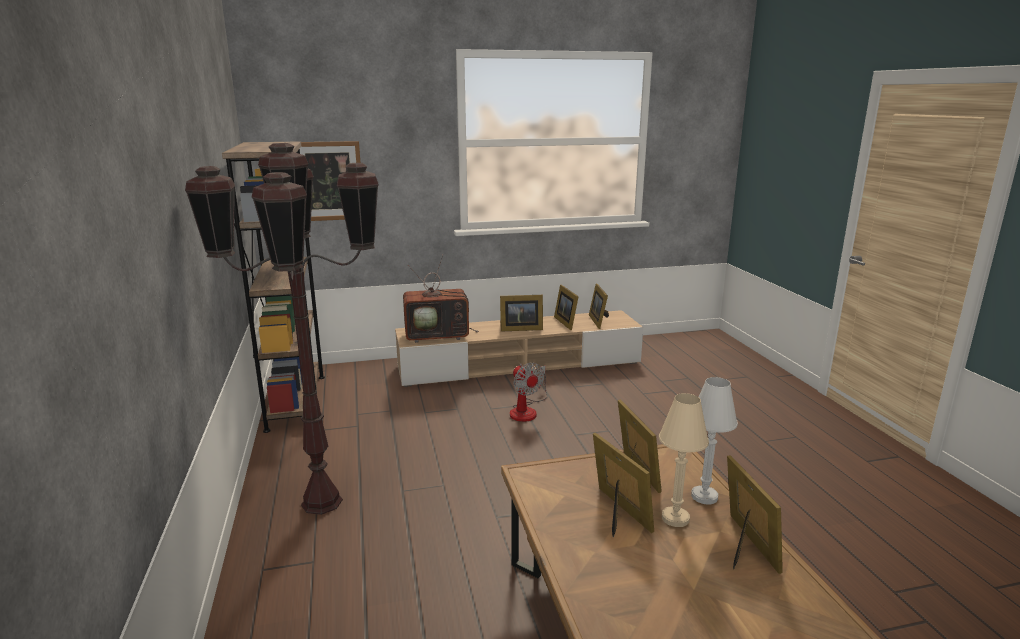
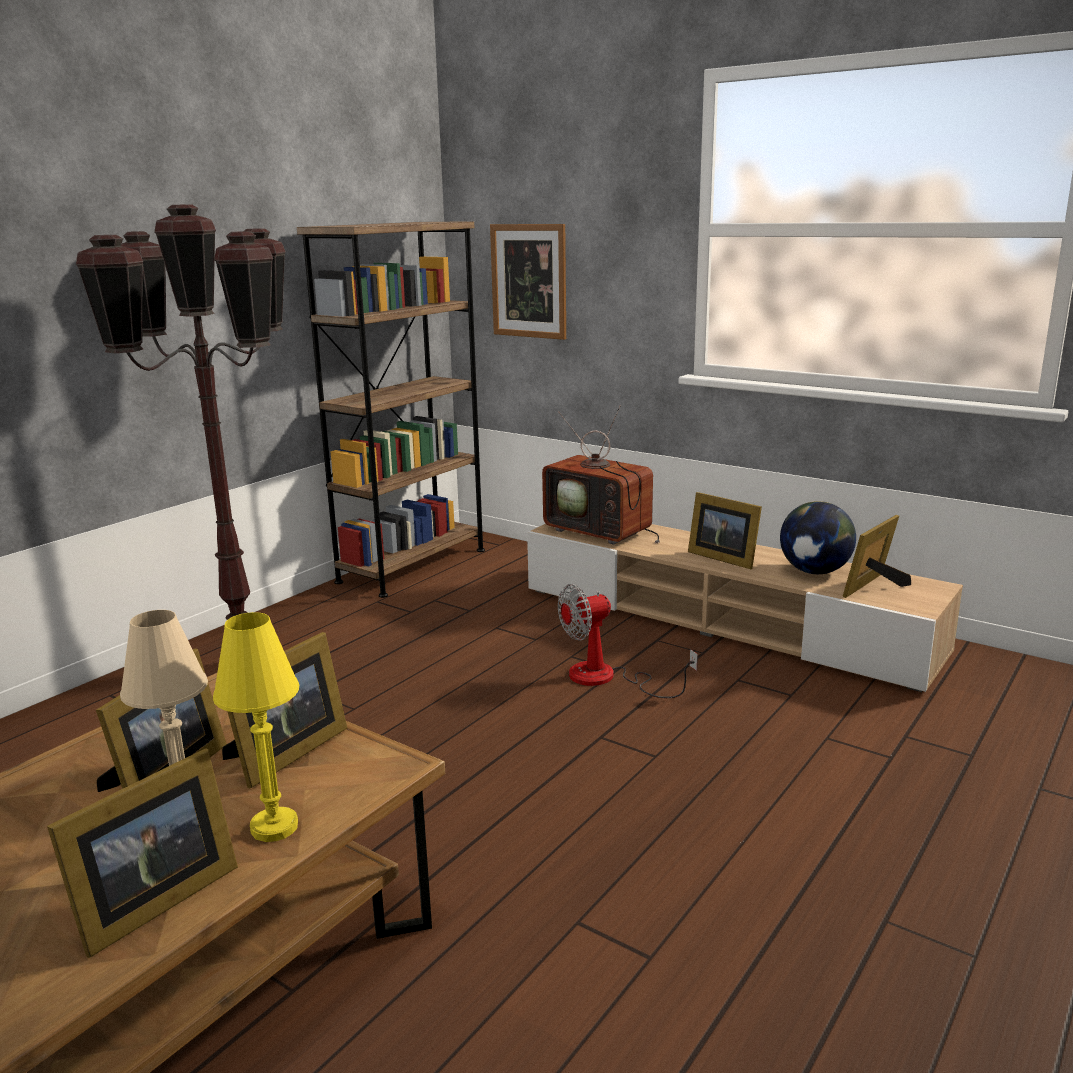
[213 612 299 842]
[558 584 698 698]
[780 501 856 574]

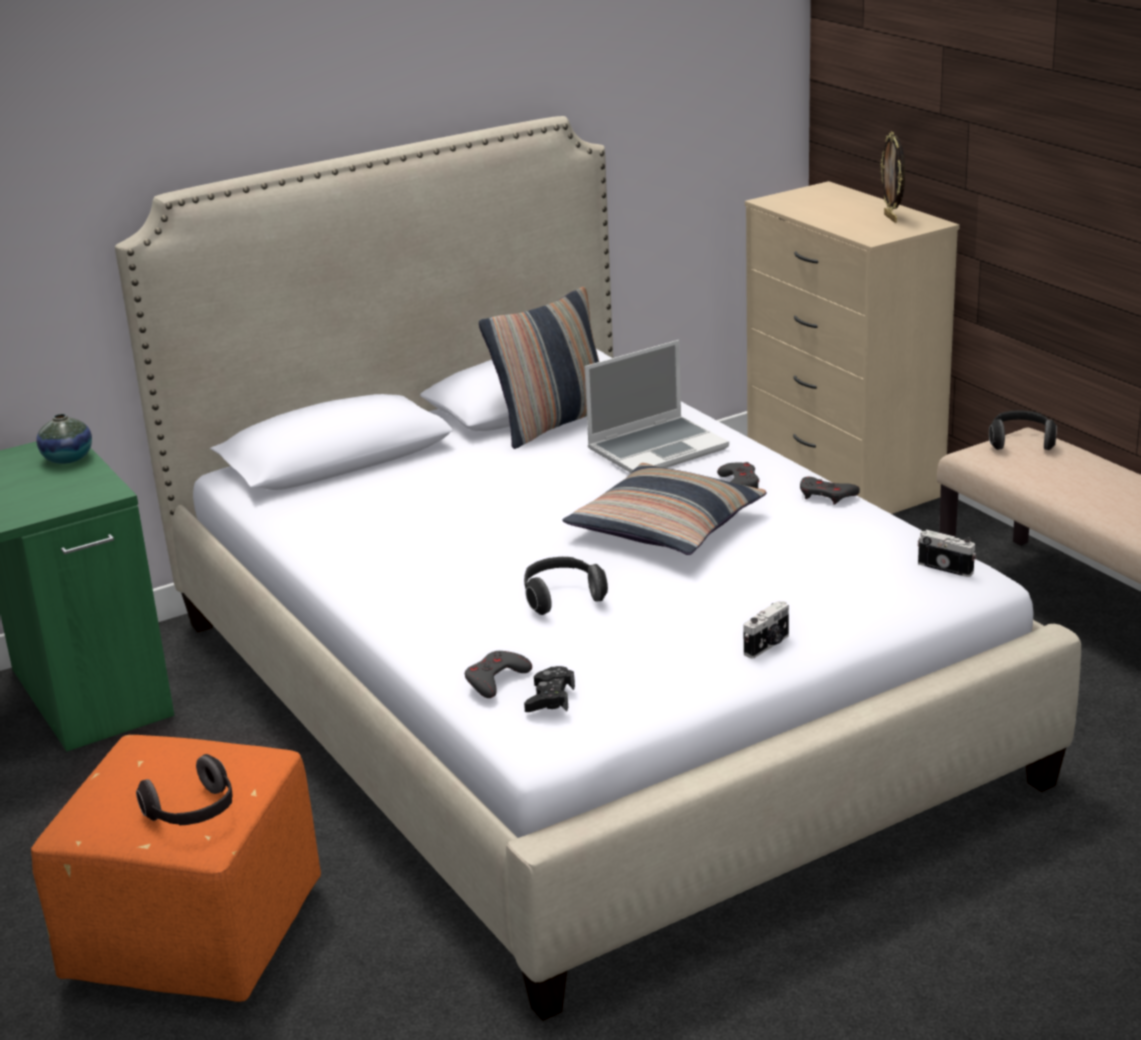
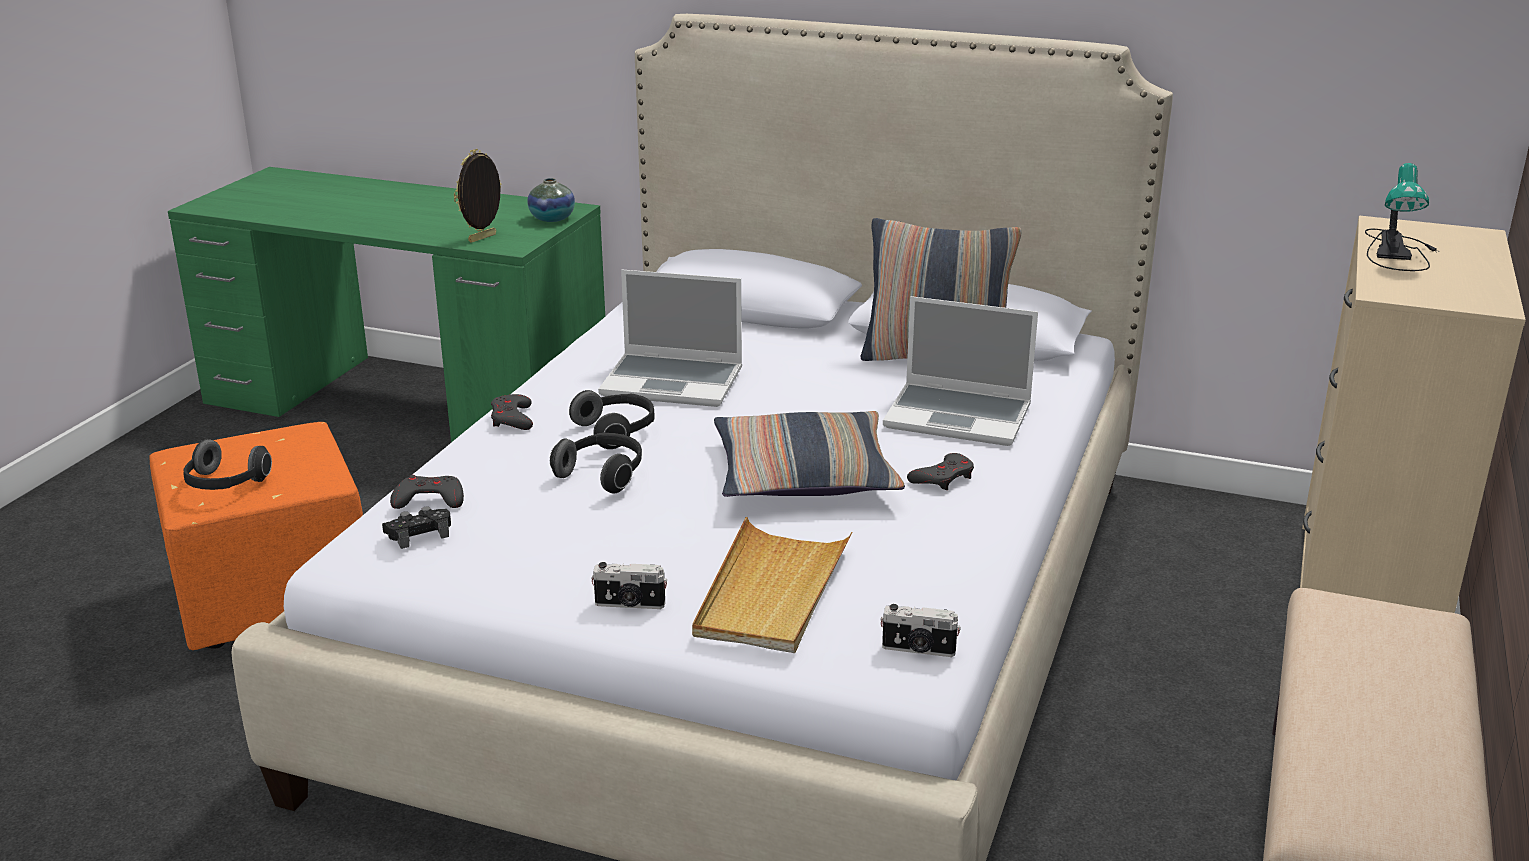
[454 149 501 243]
[491 394 533 430]
[569 390 655 449]
[598 269 742 407]
[692 517 853 653]
[880 604 961 657]
[1365 163 1439 271]

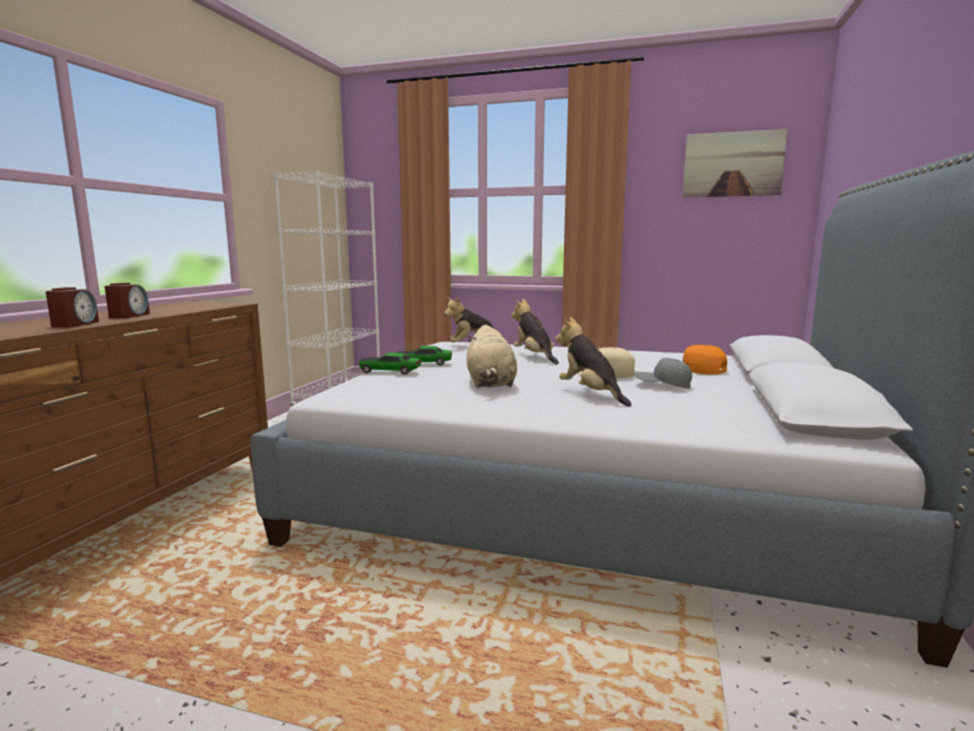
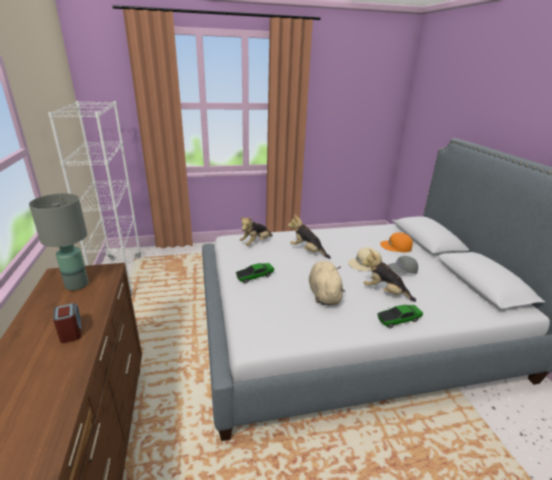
[29 193 89 291]
[309 261 345 306]
[378 305 423 328]
[46 287 99 328] (first image)
[683 129 788 197] (first image)

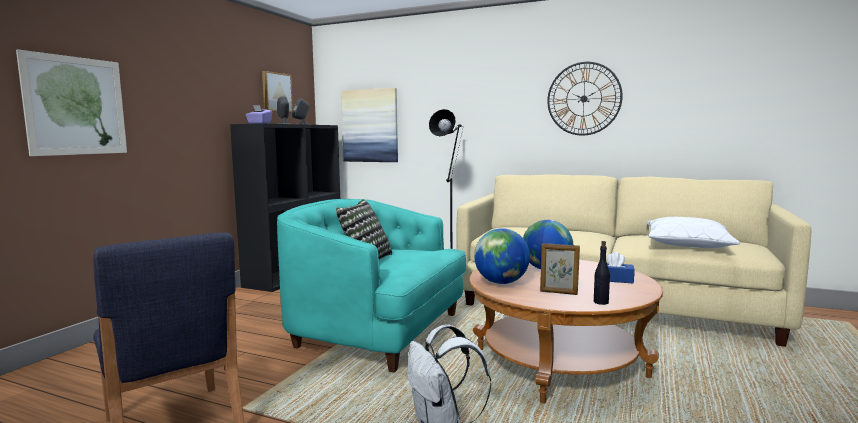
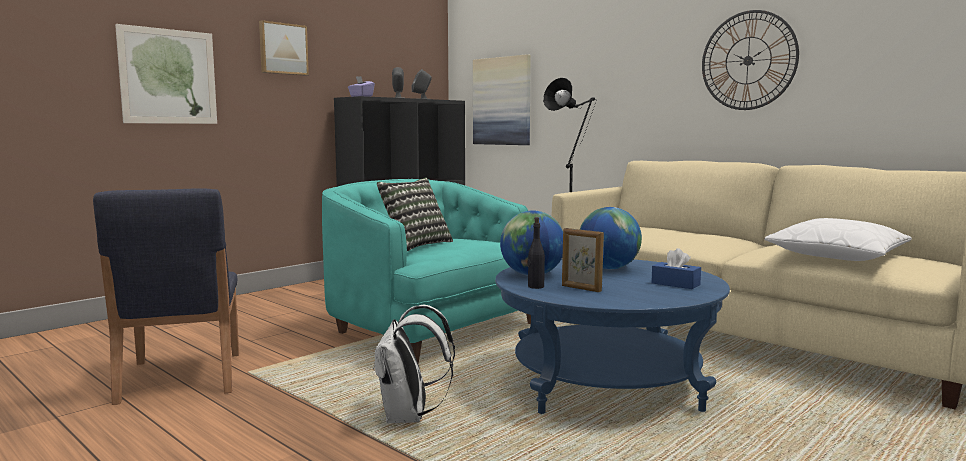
[259 20 309 75]
[495 258 730 414]
[528 217 545 289]

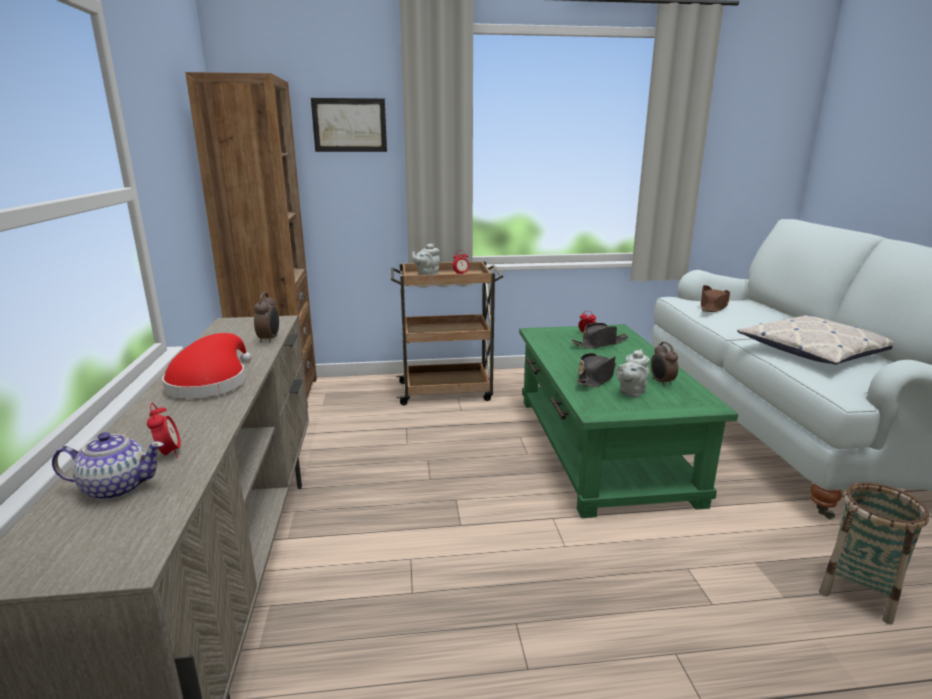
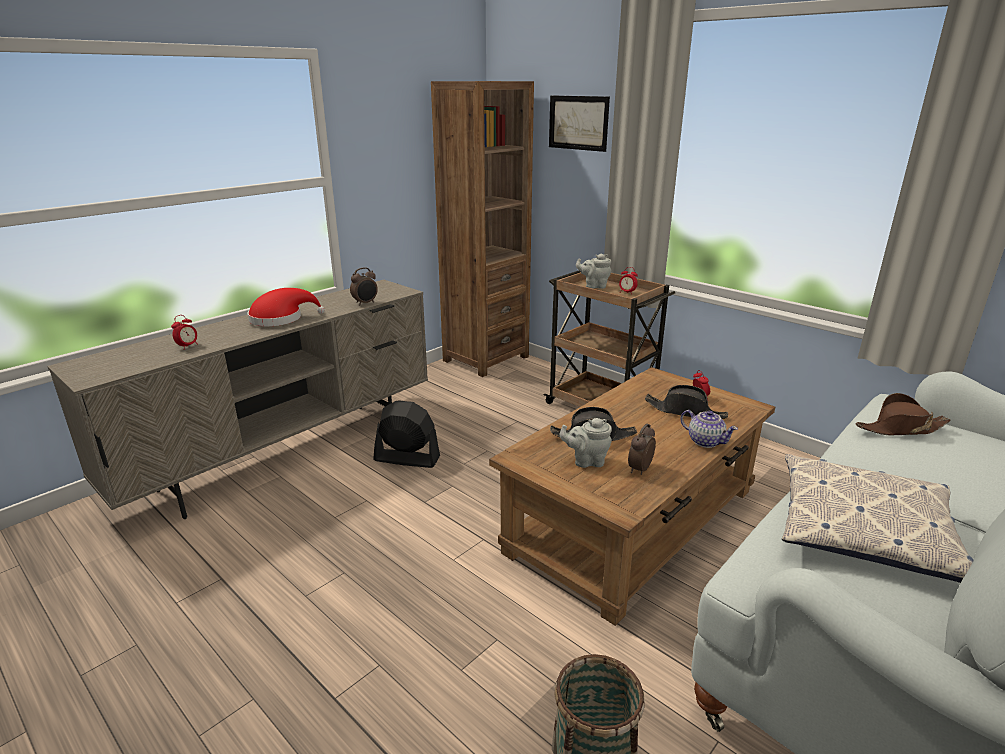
[373 400 440 468]
[489 367 775 626]
[680 410 738 448]

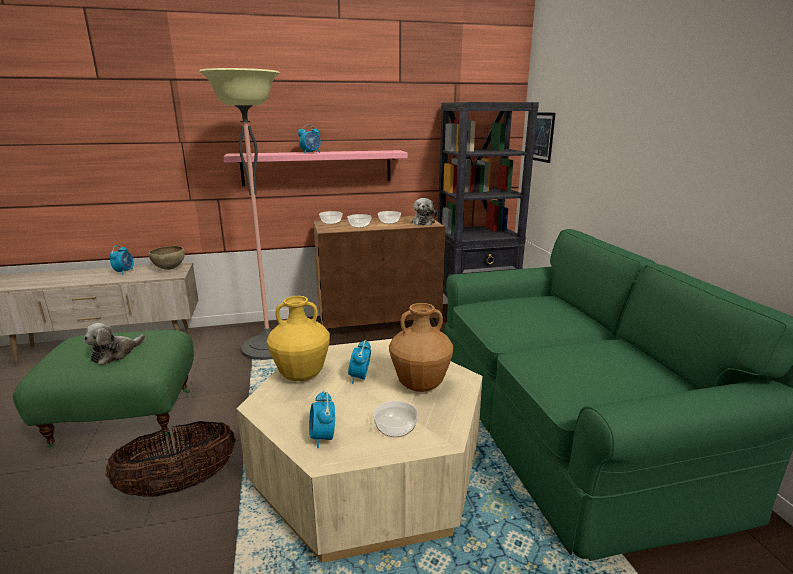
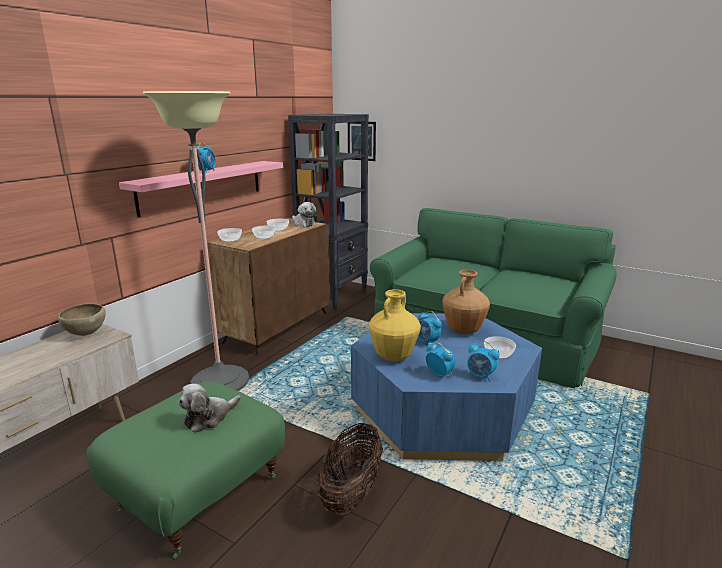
[178 384 241 433]
[351 313 542 461]
[426 342 455 377]

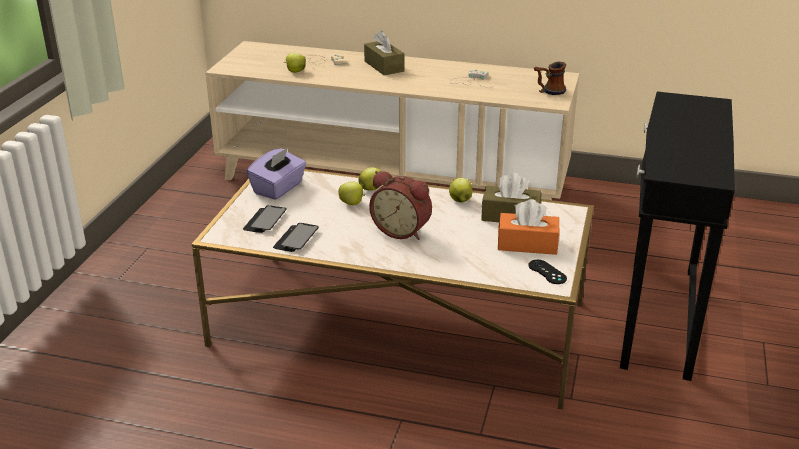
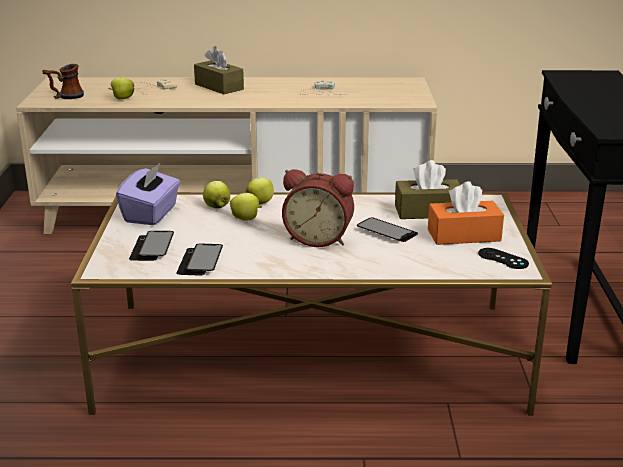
[42 64 84 99]
[203 181 230 209]
[357 218 418 242]

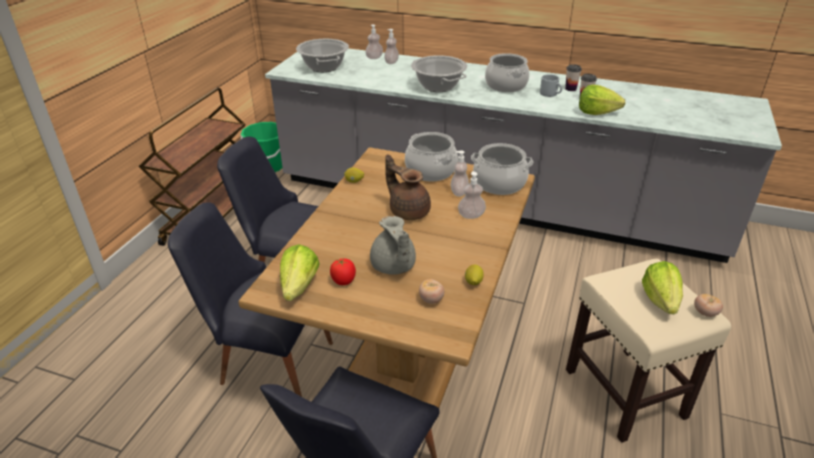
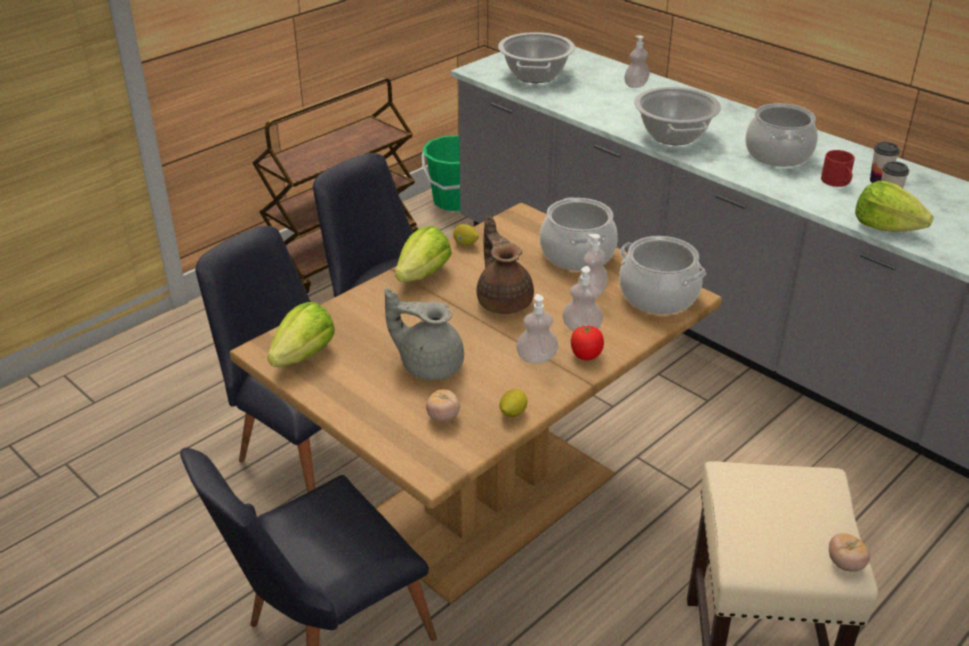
[384 288 464 380]
[395 226 452 282]
[516 294 558 364]
[571 325 604 360]
[821 150 855 187]

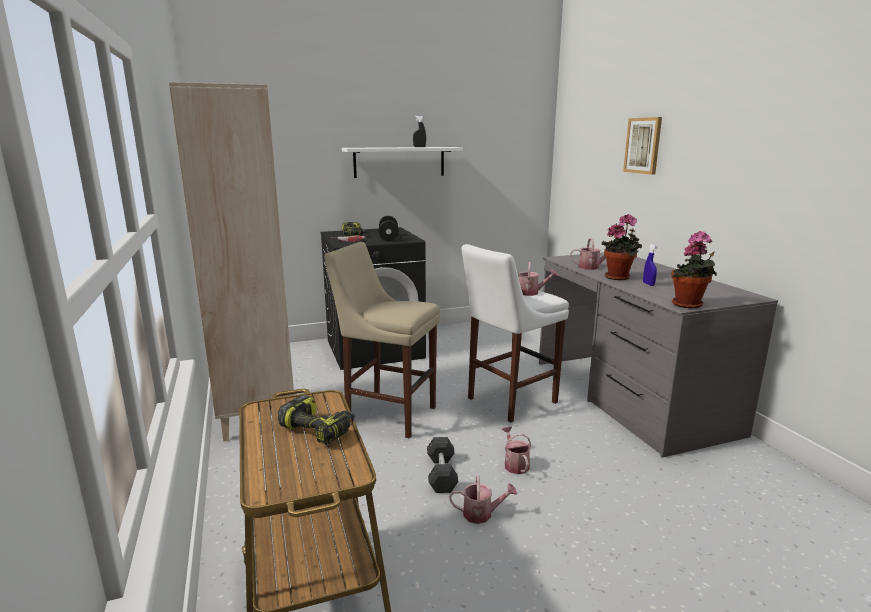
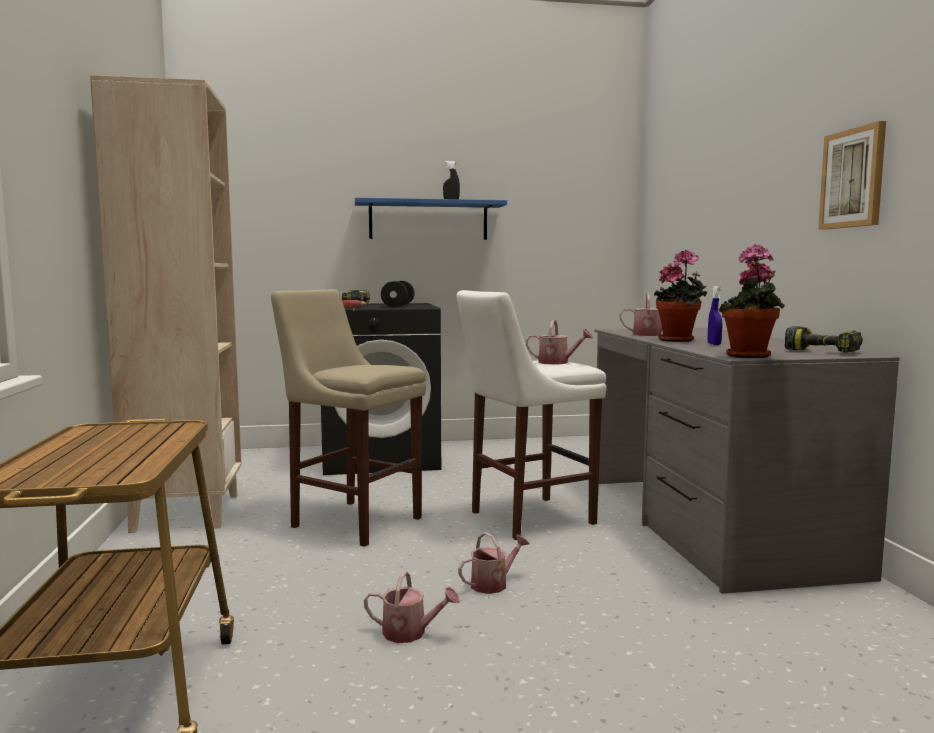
[355 198 507 240]
[458 532 529 594]
[785 326 863 353]
[818 121 886 230]
[427 437 458 493] (first image)

